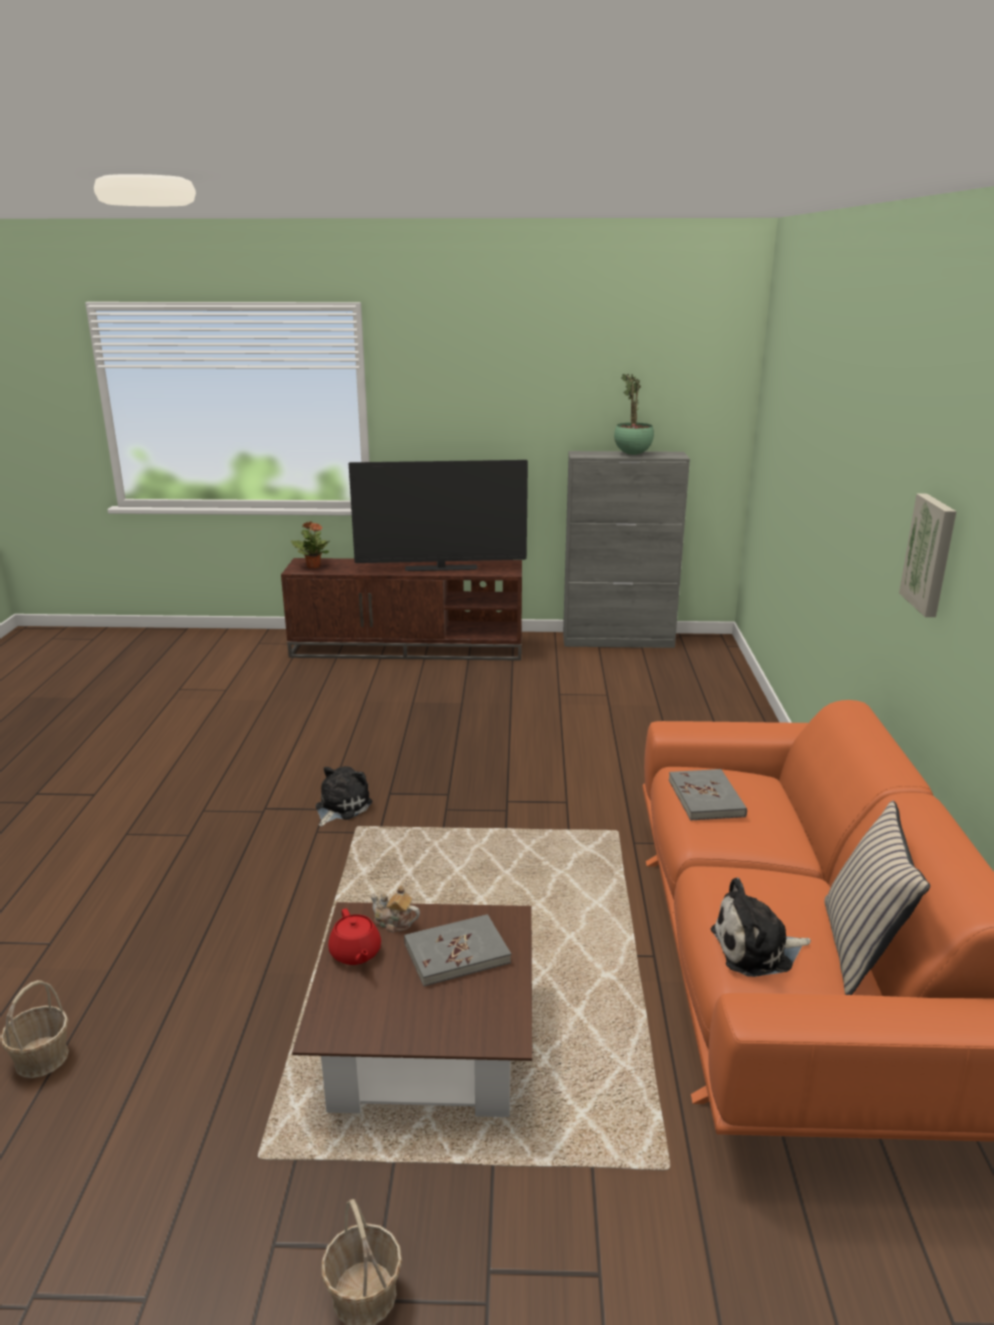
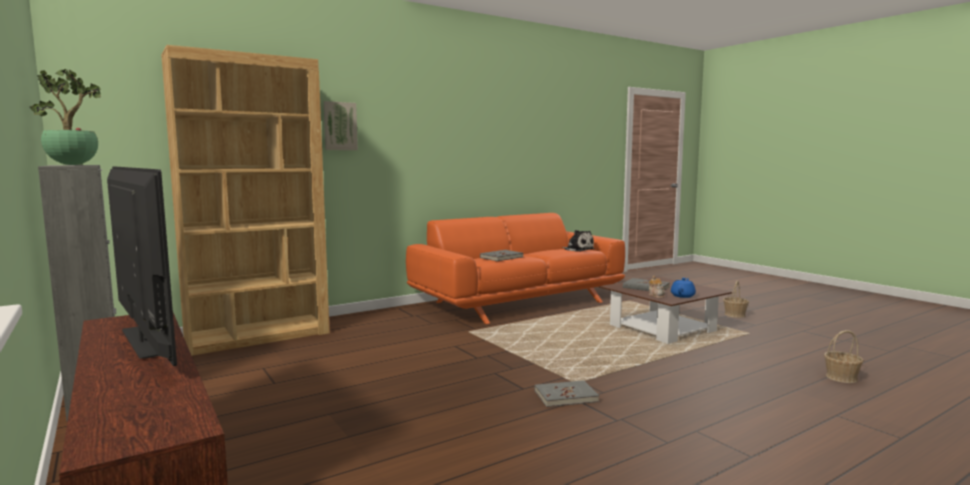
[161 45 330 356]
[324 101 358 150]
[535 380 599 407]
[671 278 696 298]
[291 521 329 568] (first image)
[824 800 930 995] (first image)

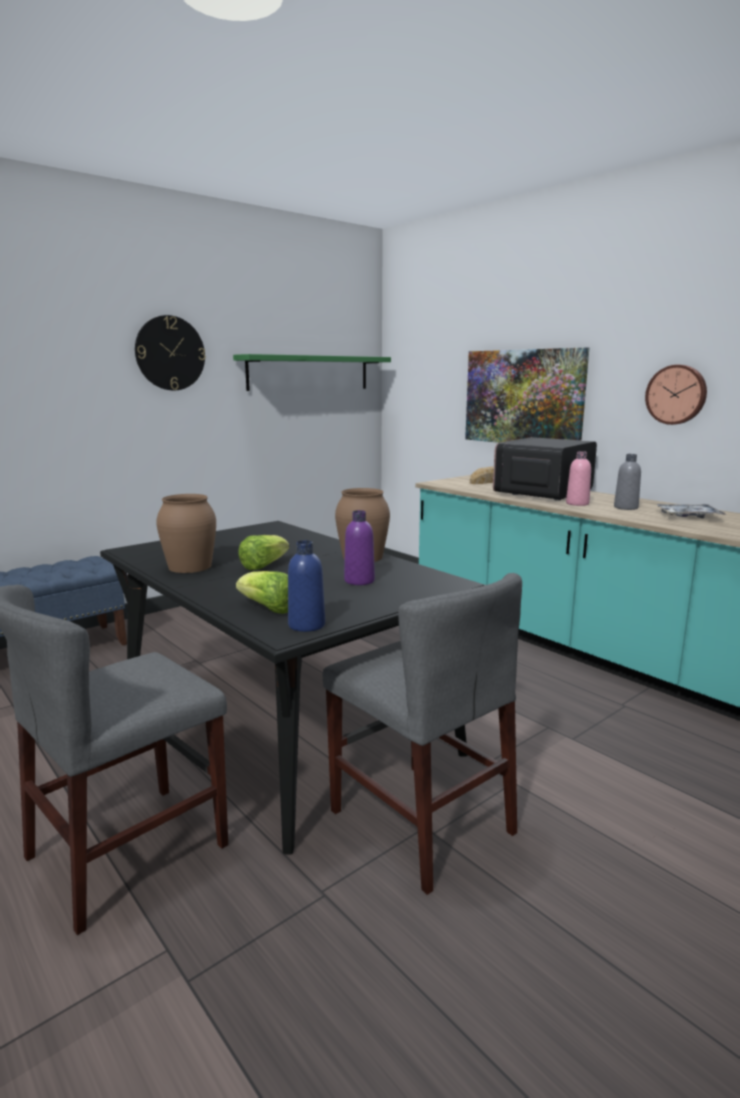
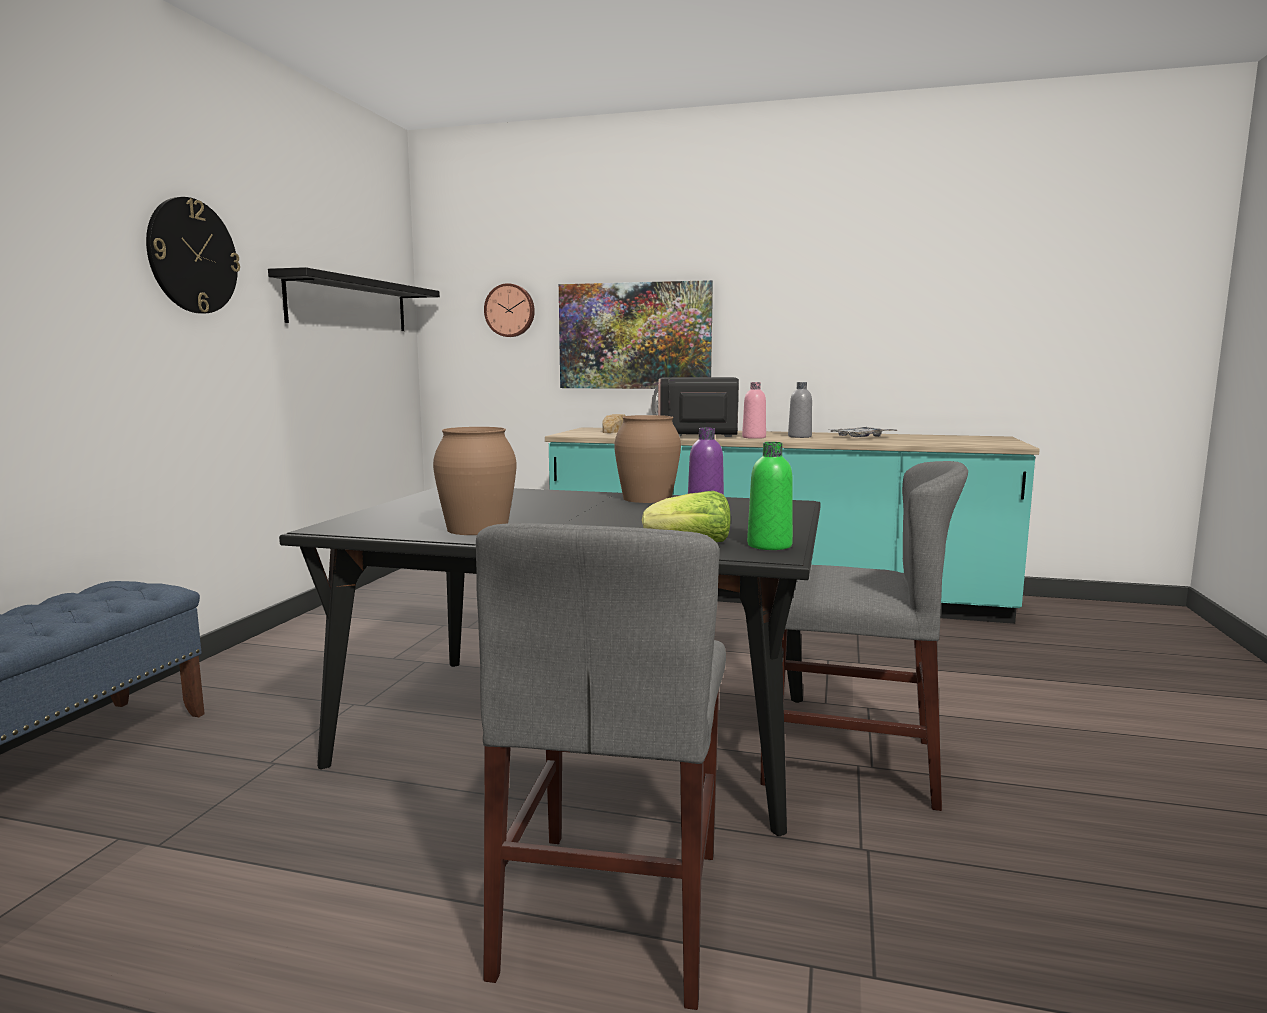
[268 267 440 331]
[484 283 535 337]
[747 442 793 550]
[238 535 289 570] (first image)

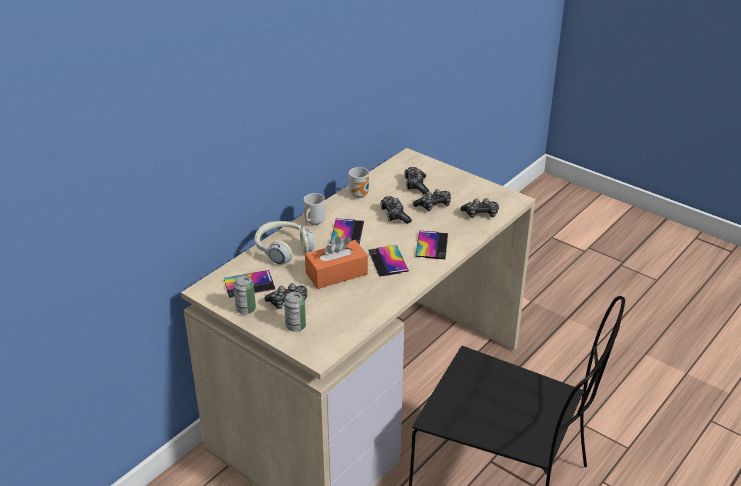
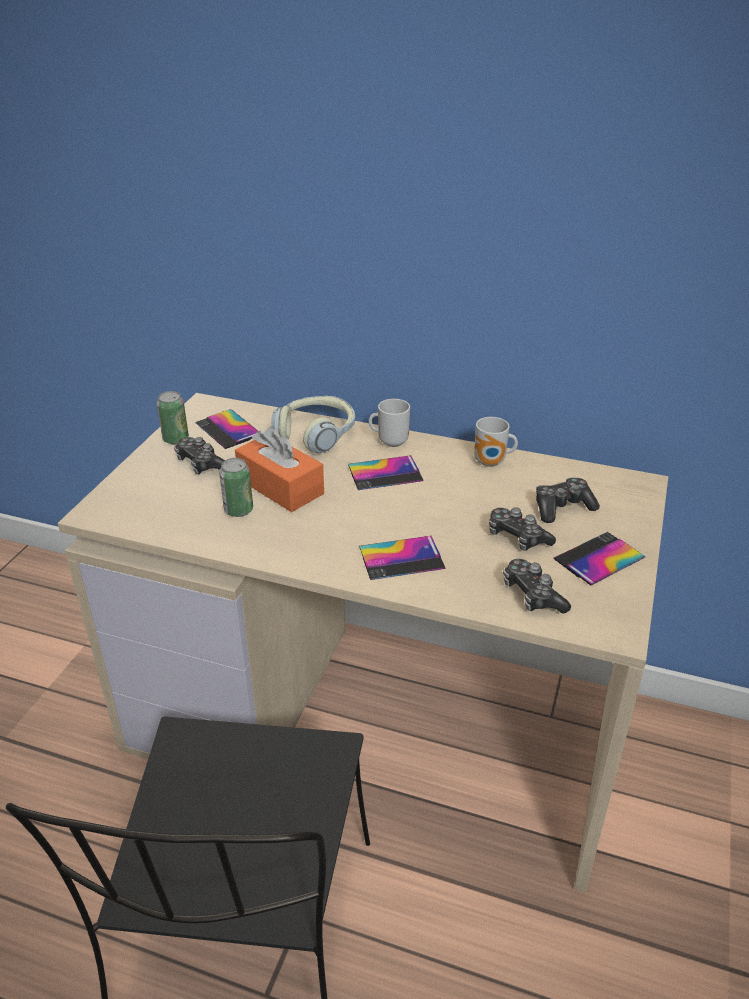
[219 458 253 517]
[554 532 645 586]
[380 196 412 224] (first image)

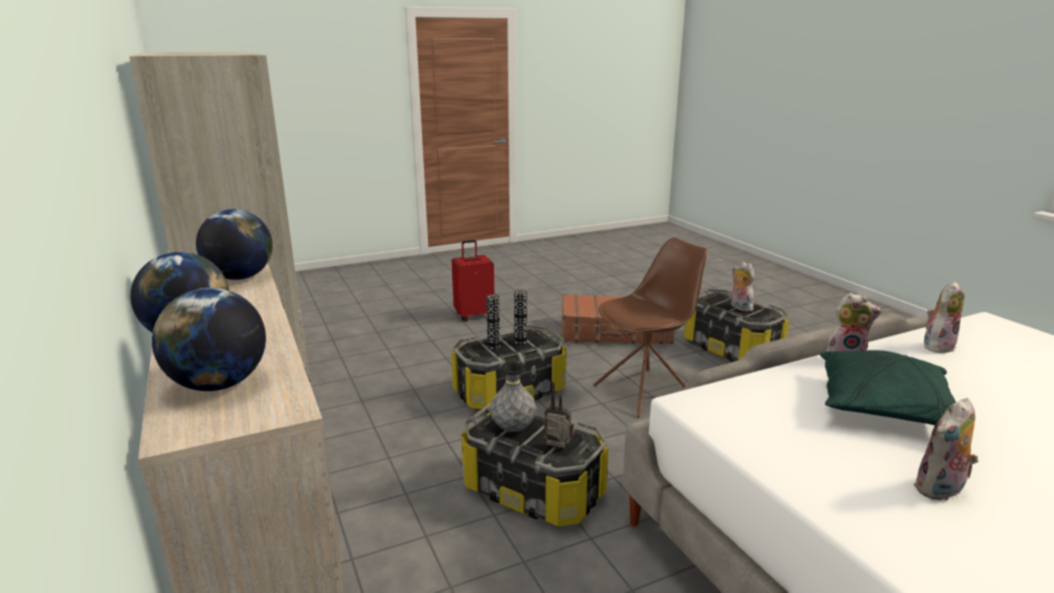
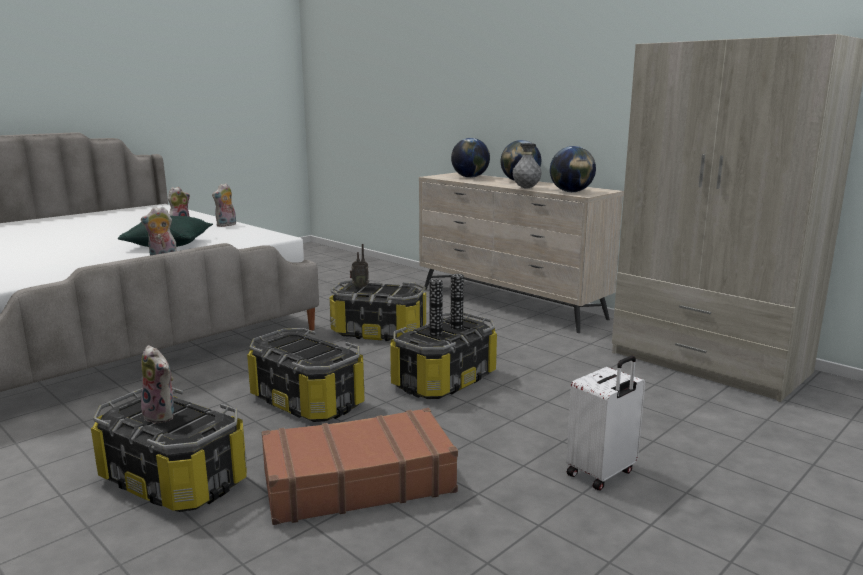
[212 183 236 227]
[247 328 365 422]
[513 143 542 188]
[566 356 645 491]

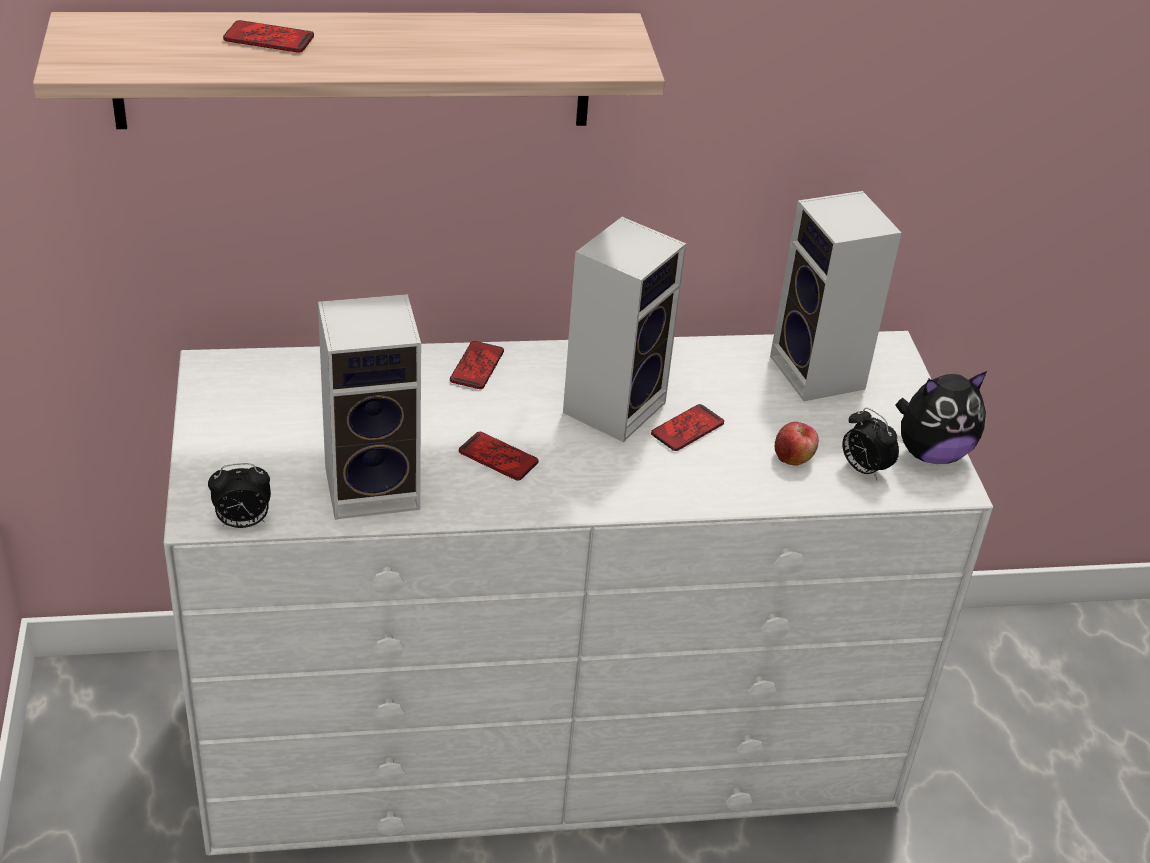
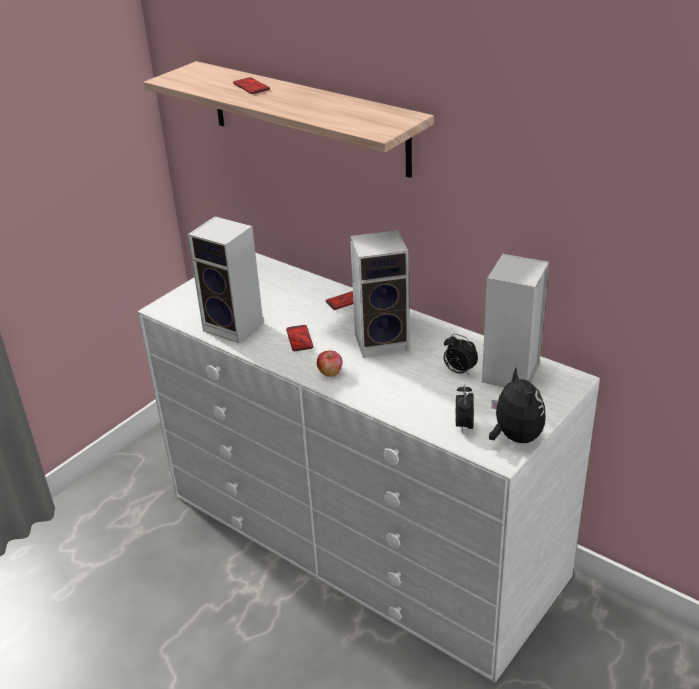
[317 351 343 377]
[443 334 478 375]
[489 368 546 443]
[651 404 724 451] (first image)

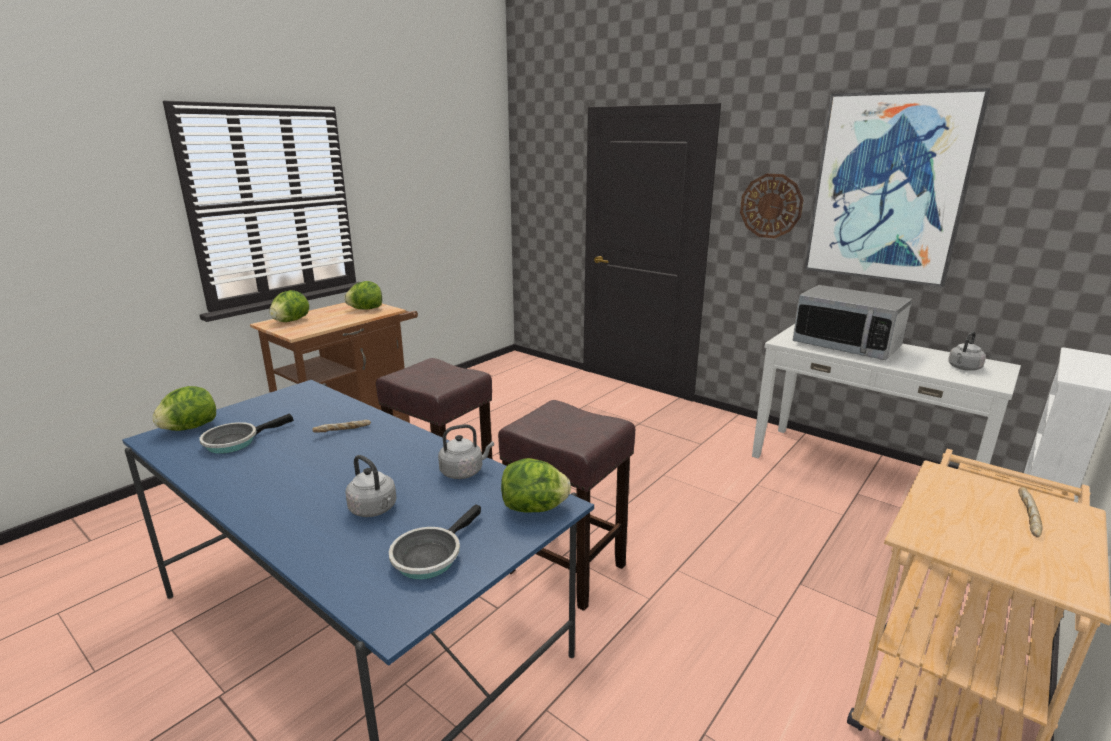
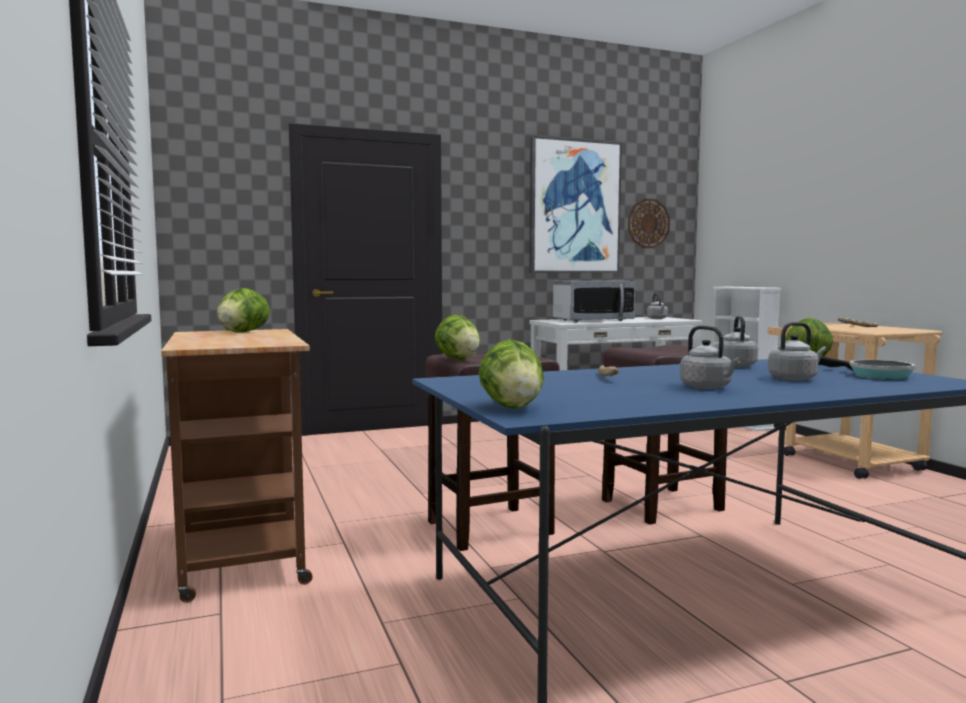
[435 315 480 360]
[628 199 670 248]
[680 326 741 389]
[199 414 294 454] (first image)

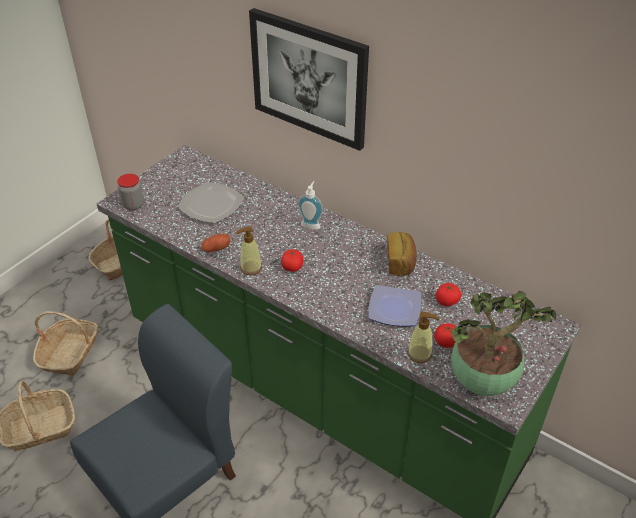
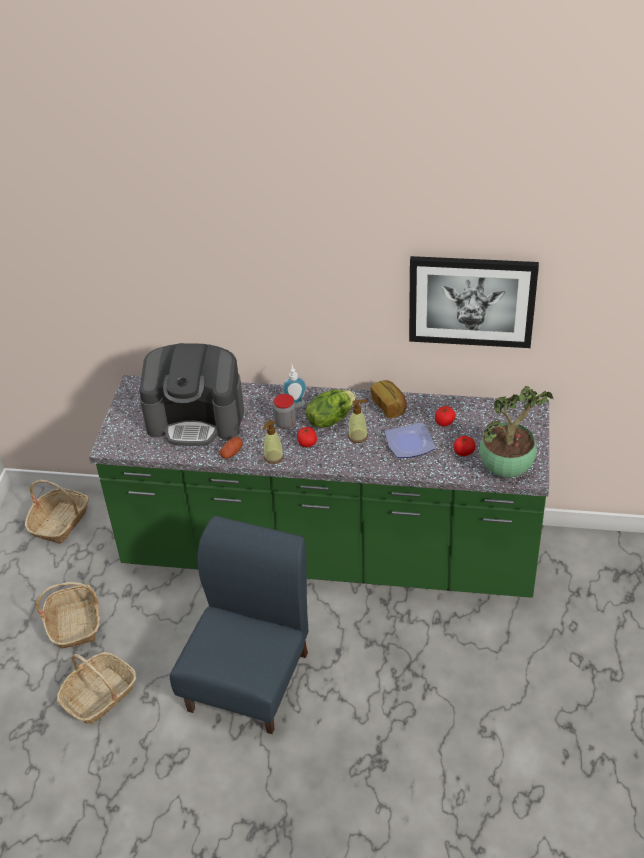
[140 343 244 446]
[273 394 296 429]
[305 389 356 428]
[348 399 368 443]
[409 256 539 348]

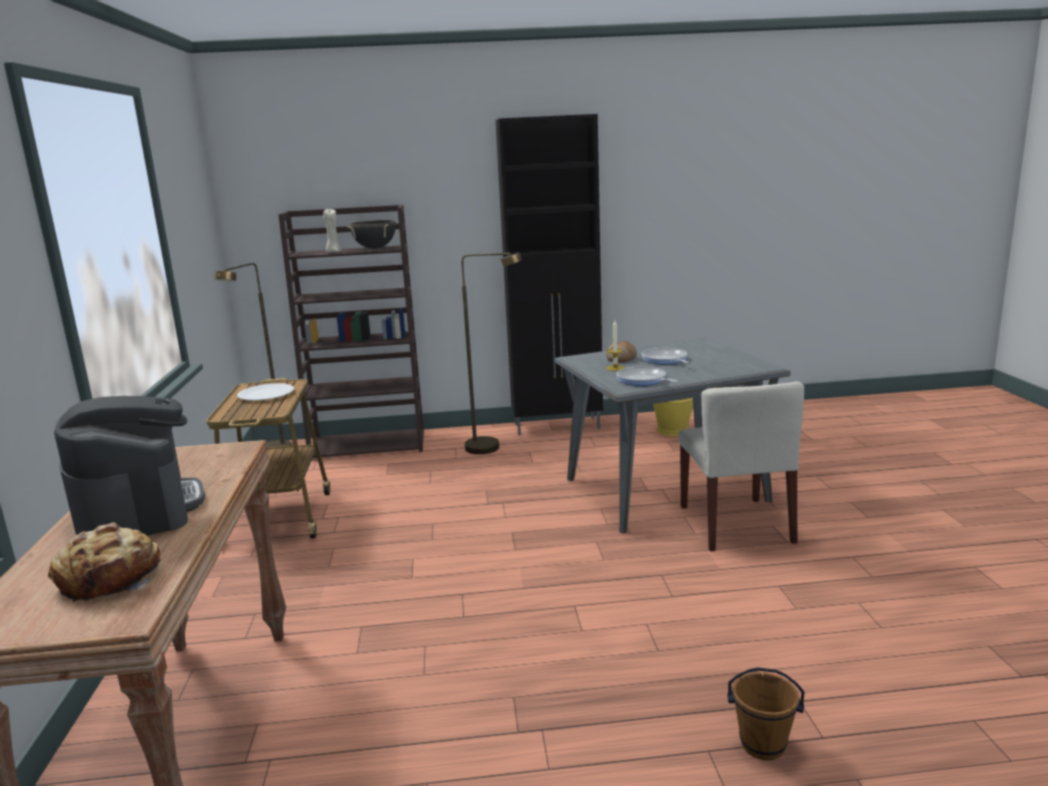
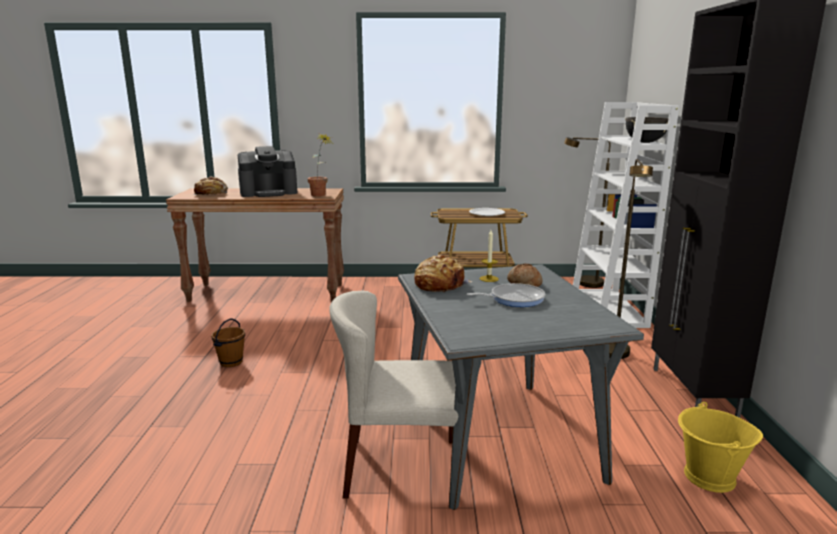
[211 318 245 367]
[308 134 332 196]
[414 255 472 292]
[573 102 679 328]
[323 209 341 253] (first image)

